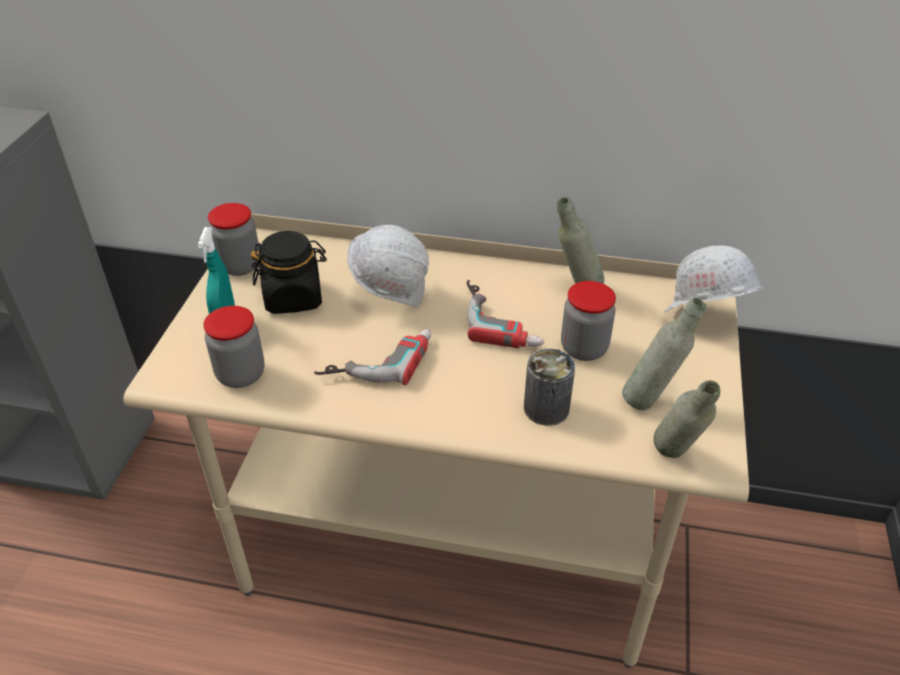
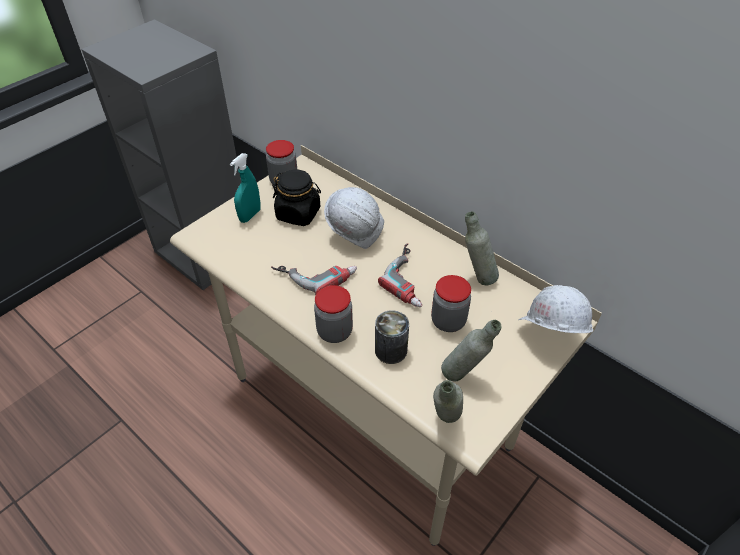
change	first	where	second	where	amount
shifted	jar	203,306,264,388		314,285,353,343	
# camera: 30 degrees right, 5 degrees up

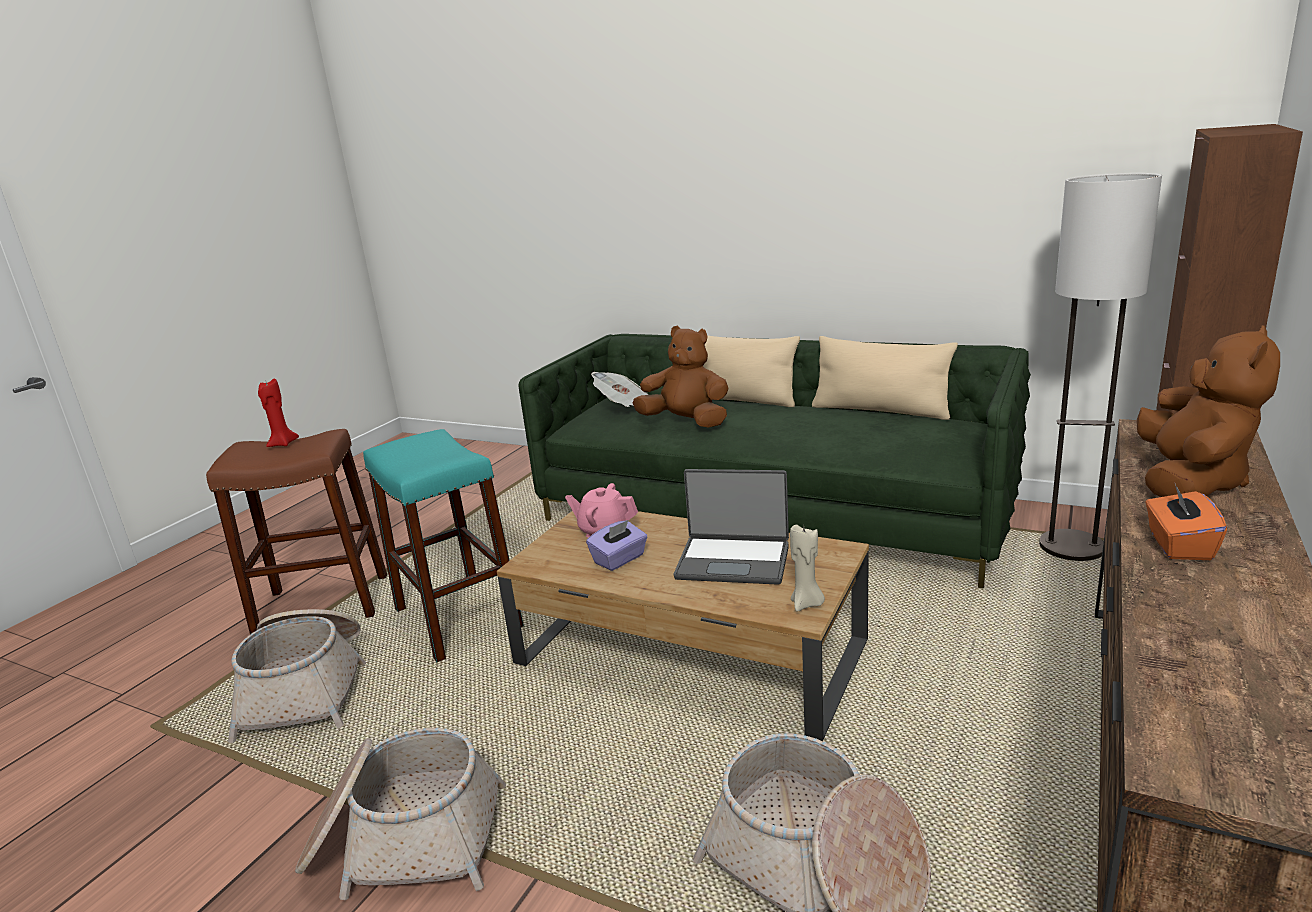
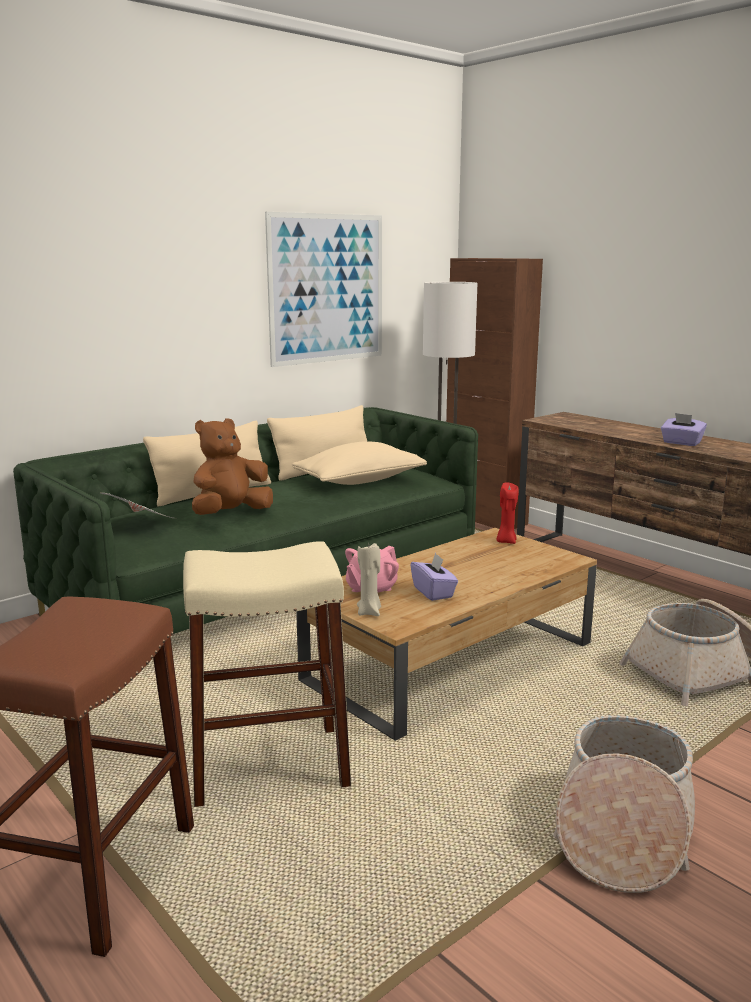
change	first	where	second	where	amount
repainted	turquoise stool	363,429,524,662	beige stool	183,541,351,807	
new			picture	265,212,382,367	
new			beige pillow	292,441,427,485	
shifted	beige candle	790,525,825,611		357,543,381,616	
shifted	red candle	258,379,299,447		496,482,519,544	
repainted	orange tissue box	1145,482,1227,560	purple tissue box	661,413,707,446	
gone	basket	228,609,366,743			
gone	laptop	674,469,789,585			
gone	brown plush toy	1137,325,1280,497			
# camera: 70 degrees left, 5 degrees down

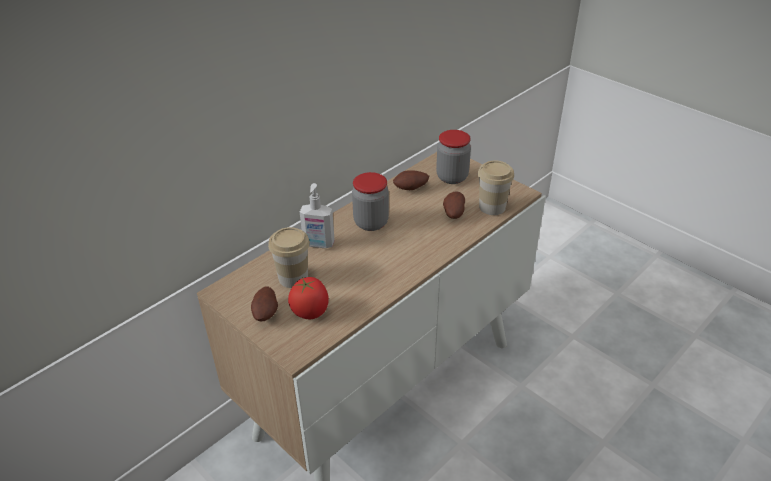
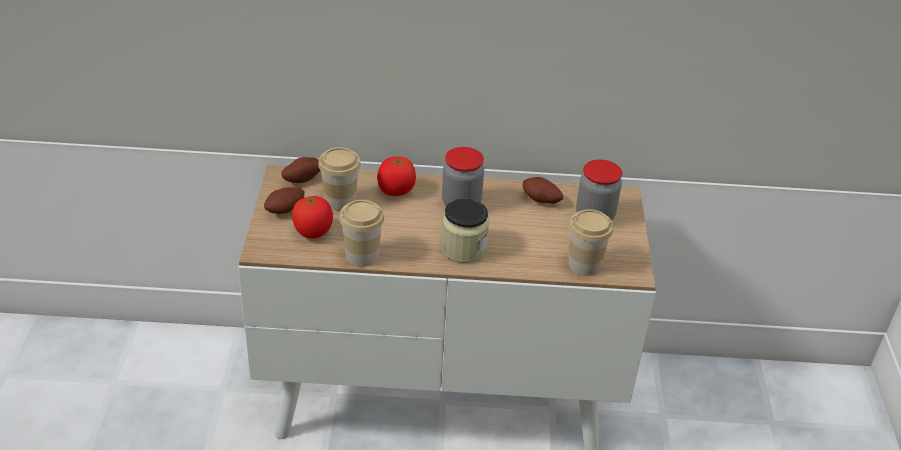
change	first	where	second	where	amount
shifted	potato	443,191,465,219		281,157,320,183	
new			cup	339,200,384,267	
swapped	soap dispenser	300,183,335,248	tomato	377,156,416,196	
new			jar	441,199,489,263	
# camera: 45 degrees right, 0 degrees up

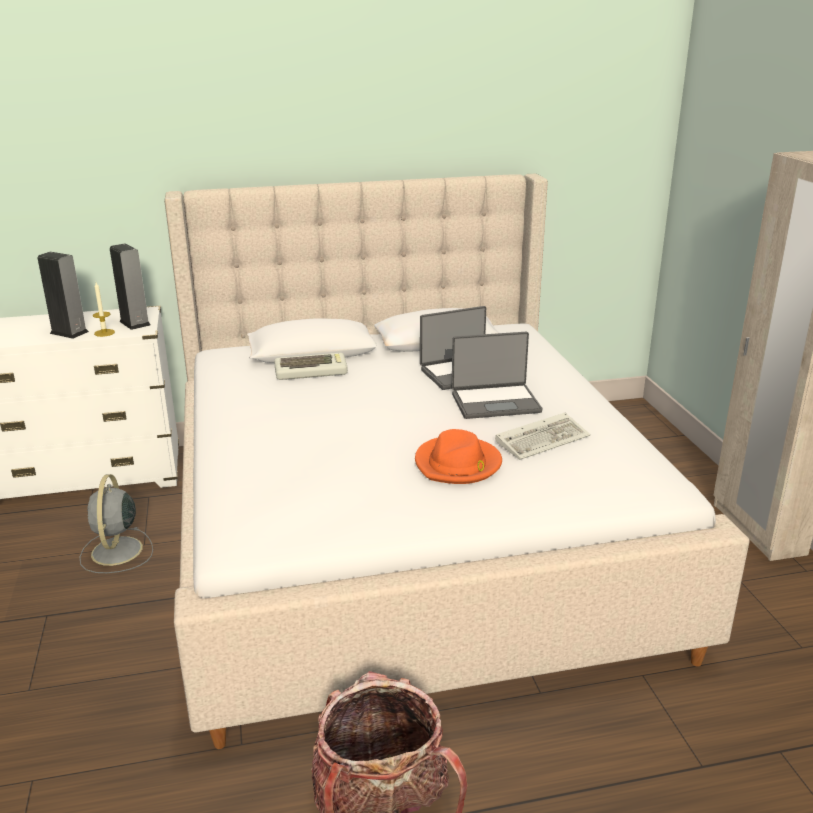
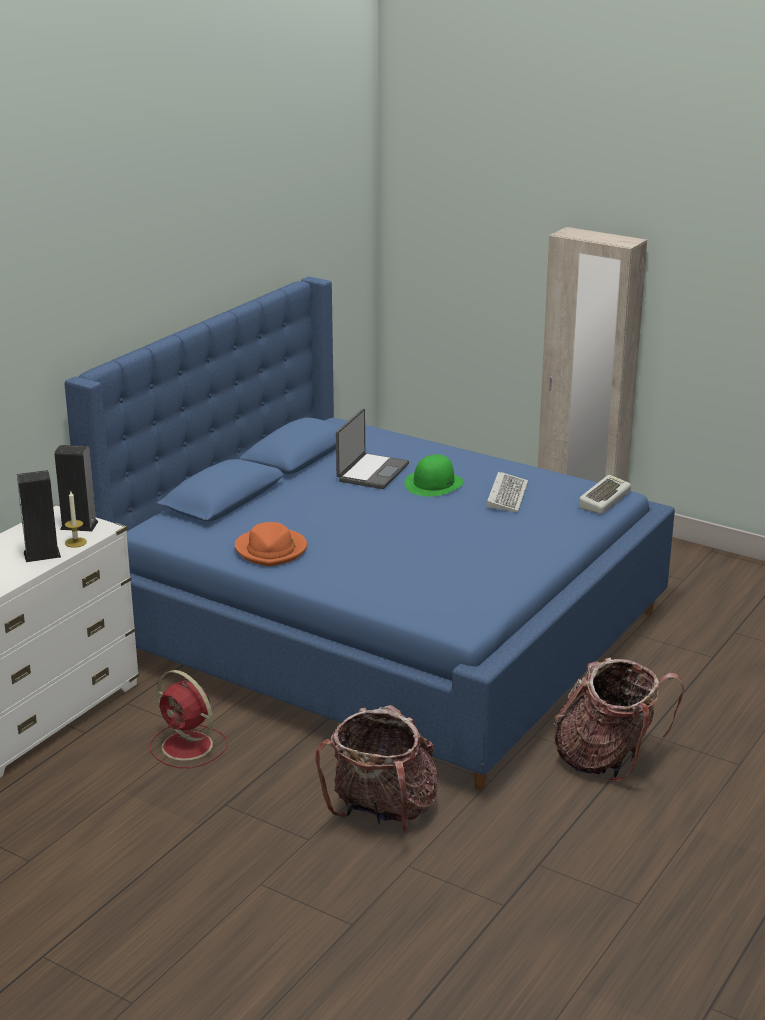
change	first	where	second	where	amount
repainted	beige bed	164,173,750,749	blue bed	65,277,675,791	
repainted	grey fan	80,474,153,573	red fan	150,670,228,768	
shifted	orange hat	415,429,502,484		235,522,307,566	
new			backpack	315,705,438,834	
swapped	laptop	452,332,543,419	green hat	404,454,464,497	
shifted	keyboard	274,353,348,380		579,475,631,514	
# camera: 45 degrees left, 0 degrees up

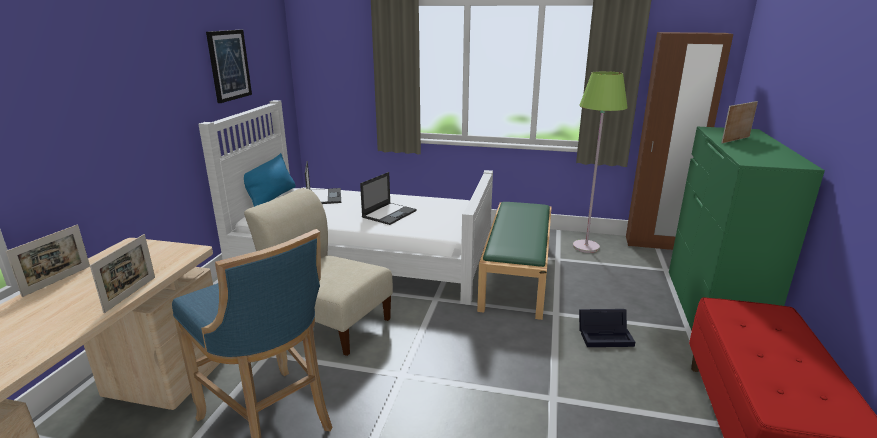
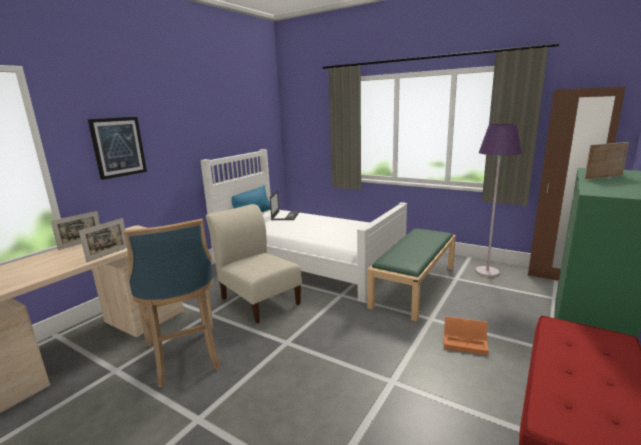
change	first	where	second	where	amount
shifted	picture	206,30,252,103		88,117,147,180	
repainted	black storage box	579,309,635,347	orange storage box	444,316,488,355	
repainted	green floor lamp	573,71,628,253	purple floor lamp	475,124,521,277	
gone	laptop	360,172,416,225			
# camera: 20 degrees right, 5 degrees down

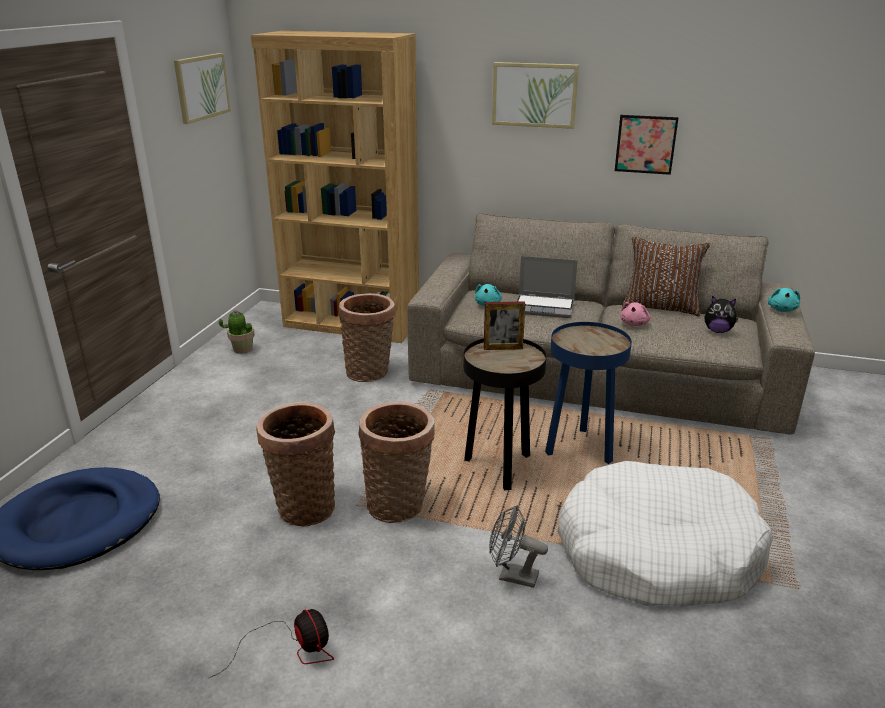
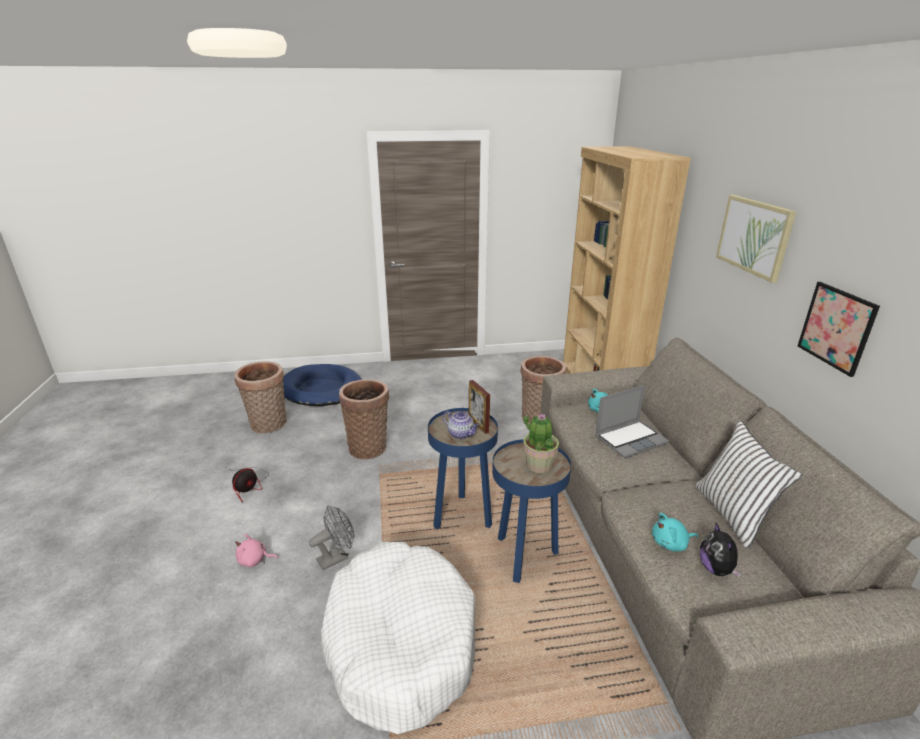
change	first	where	second	where	amount
shifted	basket	358,401,435,523		234,361,287,433	
shifted	pink plush toy	621,302,651,326		235,534,278,567	
rotated	grey fan	489,505,548,588		309,506,355,570	60 degrees clockwise
repainted	black side table	464,338,546,490	blue side table	428,408,498,530	
new			teapot	443,411,480,439	
shifted	potted plant	219,309,255,354		523,414,559,473	
rotated	laptop	516,256,578,318		595,385,669,458	105 degrees counterclockwise
shifted	turquoise plush toy	768,288,800,312		652,513,698,551	
repainted	brown pillow	622,237,710,316	white pillow	695,420,803,550	
gone	picture	174,53,231,124			
# camera: 65 degrees right, 0 degrees up

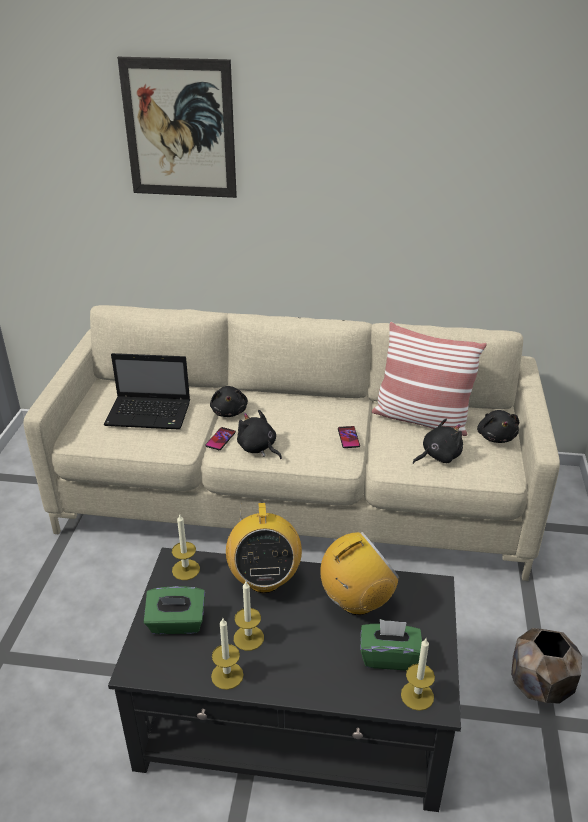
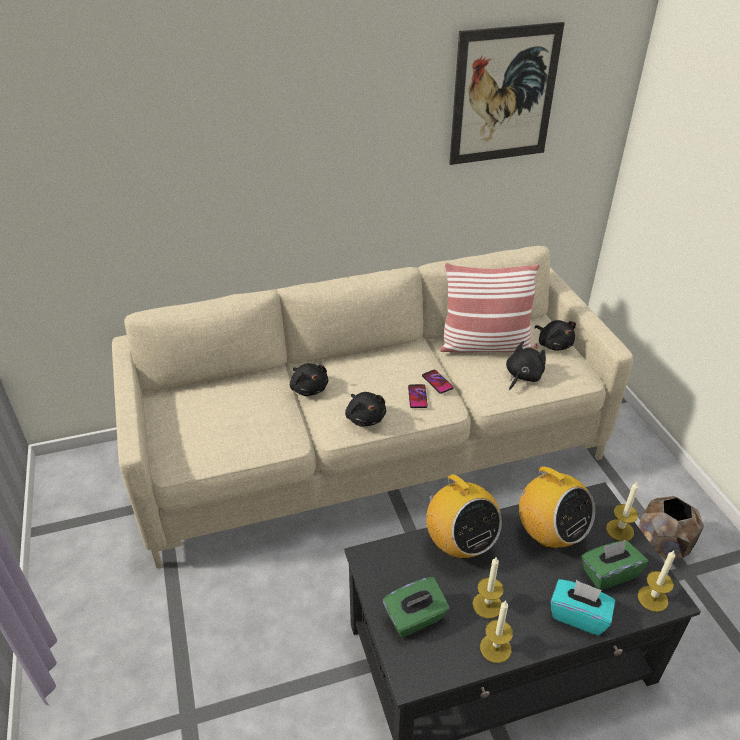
change	first	where	second	where	amount
rotated	black plush toy	237,410,282,459		345,392,386,426	135 degrees counterclockwise
shifted	phone	205,427,236,450		408,384,428,408	
shifted	picture	117,57,237,198		449,22,565,165	
rotated	radio	320,532,399,615		517,466,595,549	105 degrees clockwise
new			turquoise tissue box	551,579,615,635	
shifted	candle	172,515,200,580		606,482,639,541	
gone	laptop	104,353,190,430			
# camera: 25 degrees left, 5 degrees up

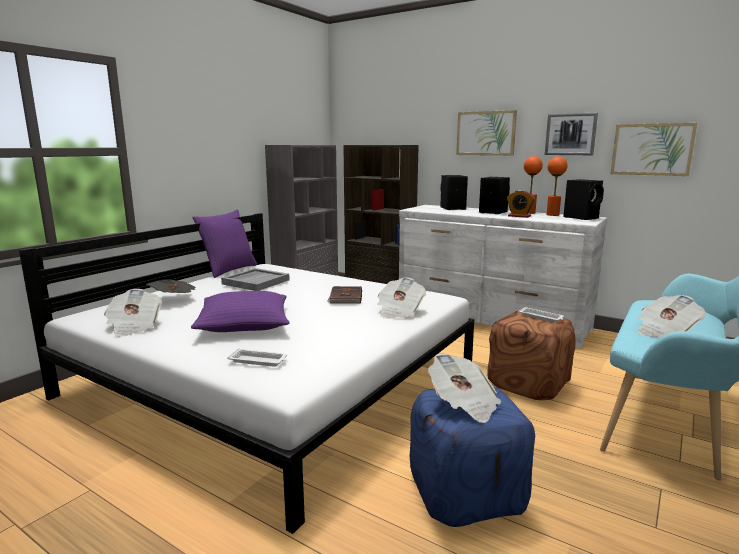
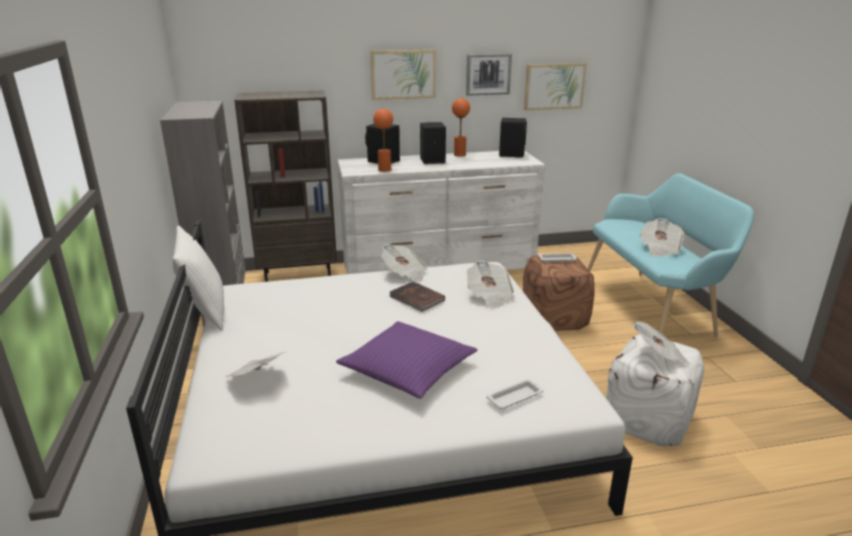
change	first	where	second	where	amount
repainted	purple pillow	192,209,257,278	white pillow	173,225,224,331	
shifted	orange table lamp	547,156,567,216		373,109,393,172	
shifted	newspaper	104,289,162,337		381,244,427,282	
repainted	blue ottoman	410,386,535,527	white ottoman	606,334,704,446	
gone	grey tray	221,268,290,291			
gone	alarm clock	507,190,535,218			
# camera: 45 degrees left, 10 degrees up

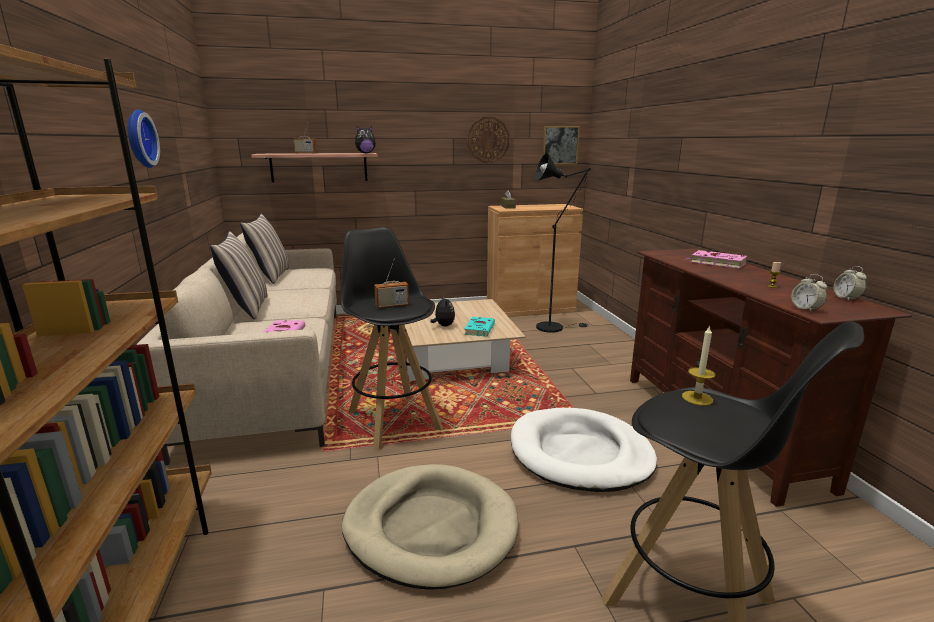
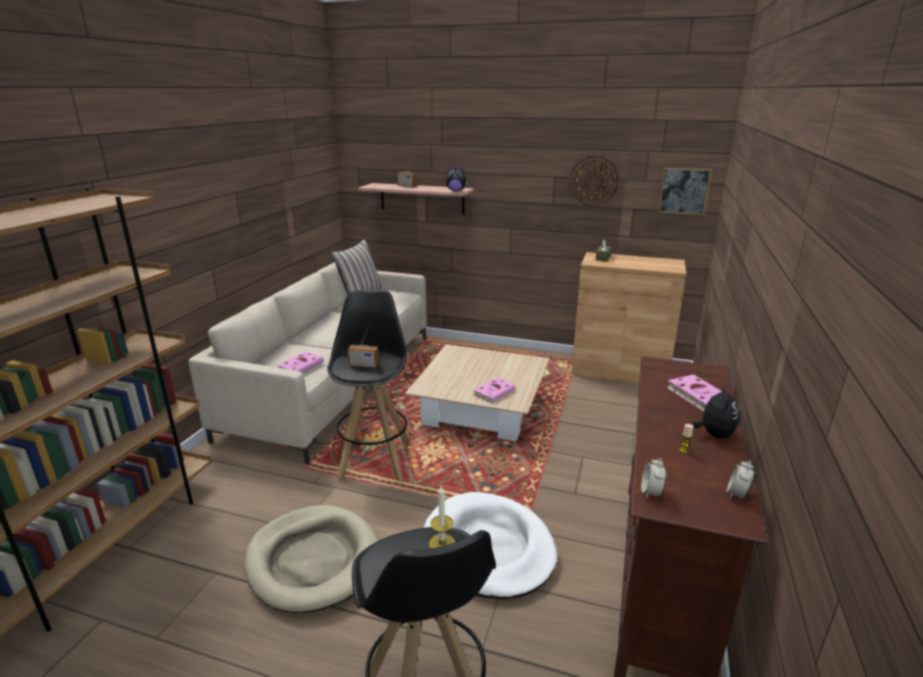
change	first	where	second	where	amount
repainted	turquoise book	464,317,495,337	pink book	474,377,515,403	
shifted	plush toy	430,295,455,326		692,384,739,438	
gone	wall clock	128,109,160,168			
gone	pillow	210,231,268,320			
gone	black floor lamp	535,153,591,333			
# camera: 30 degrees right, 5 degrees up

